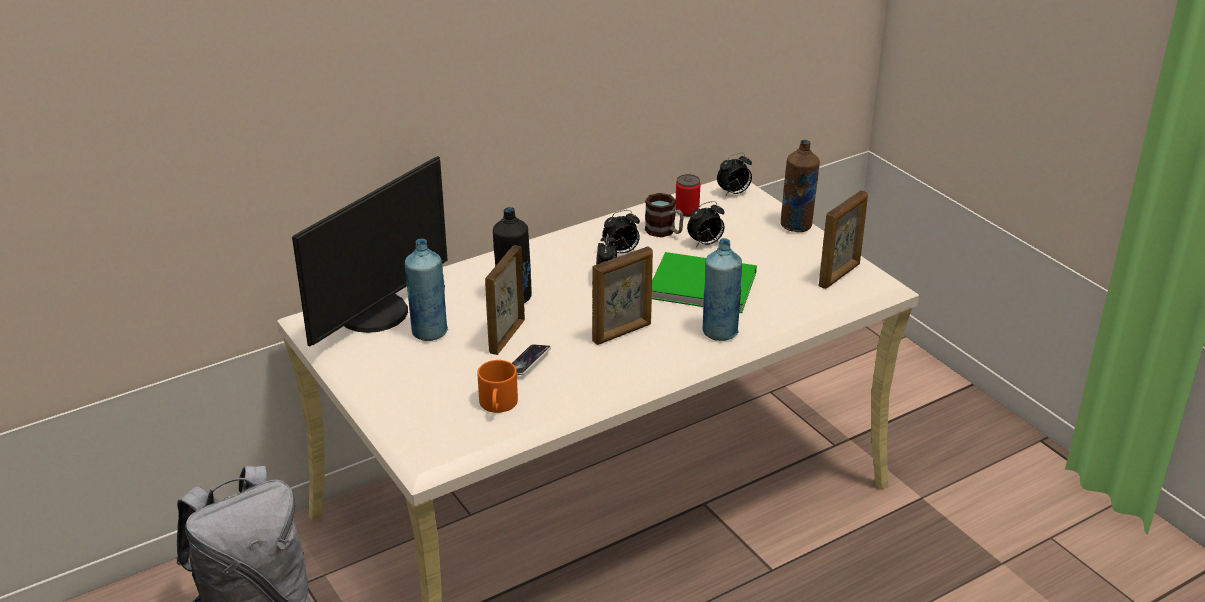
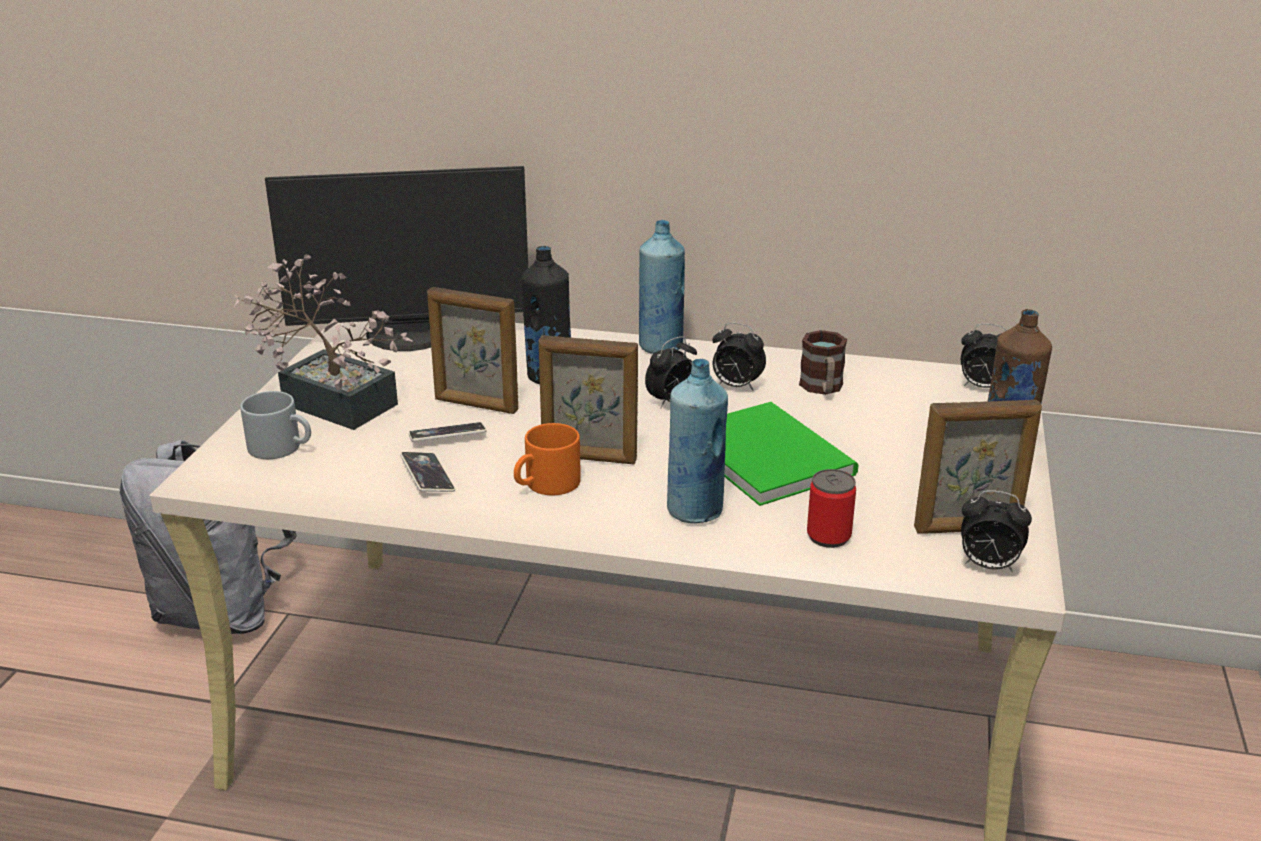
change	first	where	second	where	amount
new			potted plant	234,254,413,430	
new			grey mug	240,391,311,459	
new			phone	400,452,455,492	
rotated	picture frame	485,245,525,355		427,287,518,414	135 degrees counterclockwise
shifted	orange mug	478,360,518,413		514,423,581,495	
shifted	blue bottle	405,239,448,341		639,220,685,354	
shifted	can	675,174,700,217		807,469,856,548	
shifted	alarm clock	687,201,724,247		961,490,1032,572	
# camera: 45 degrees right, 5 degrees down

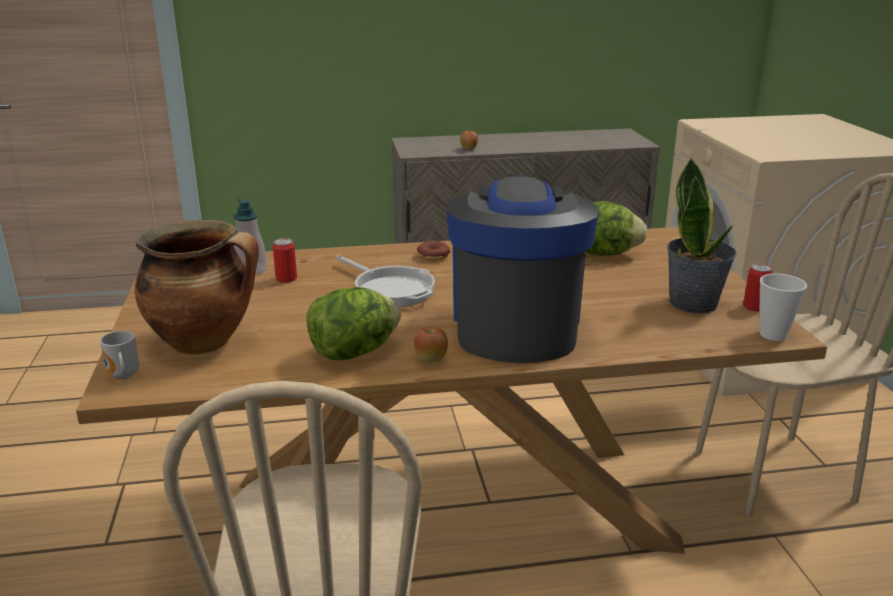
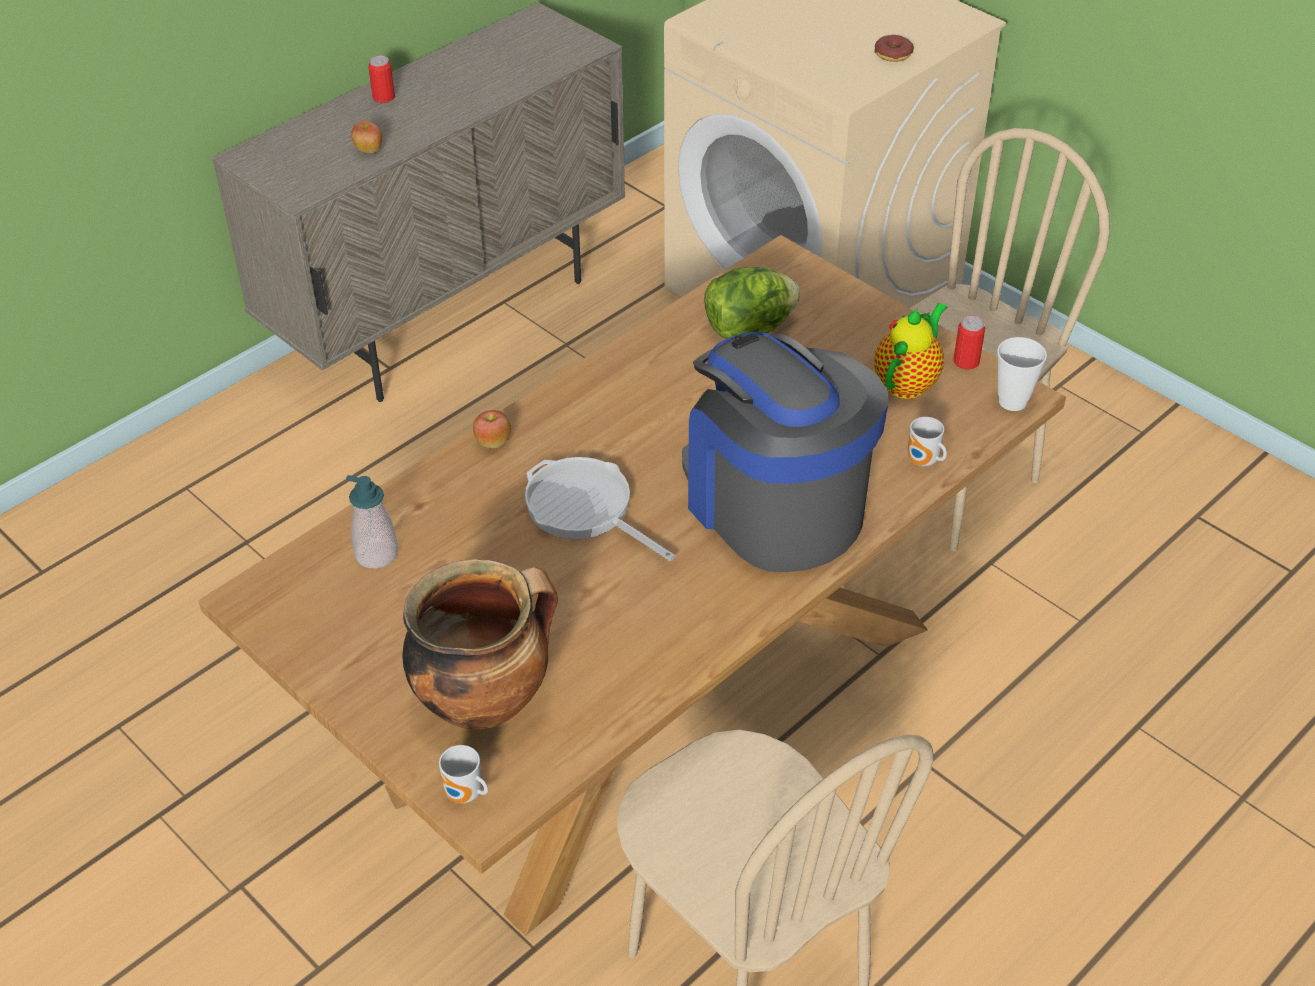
change	first	where	second	where	amount
shifted	can	273,238,297,283		368,55,395,103	
shifted	apple	414,327,448,362		473,410,511,448	
rotated	frying pan	336,255,435,307		525,457,675,561	150 degrees counterclockwise
shifted	donut	417,241,450,261		874,35,914,62	
swapped	potted plant	667,157,737,313	teapot	875,303,947,399	
new			mug	907,417,947,467	
gone	lettuce	306,287,401,361			
# camera: 35 degrees left, 20 degrees up

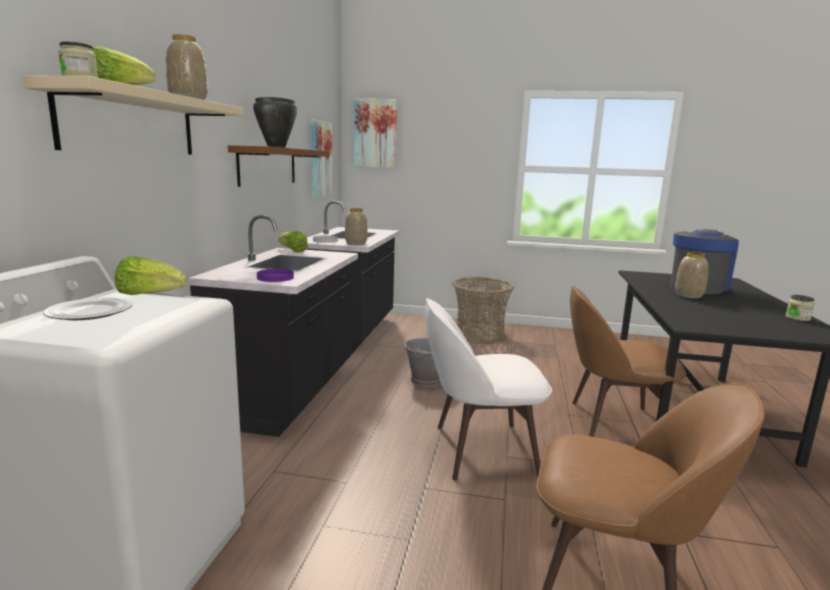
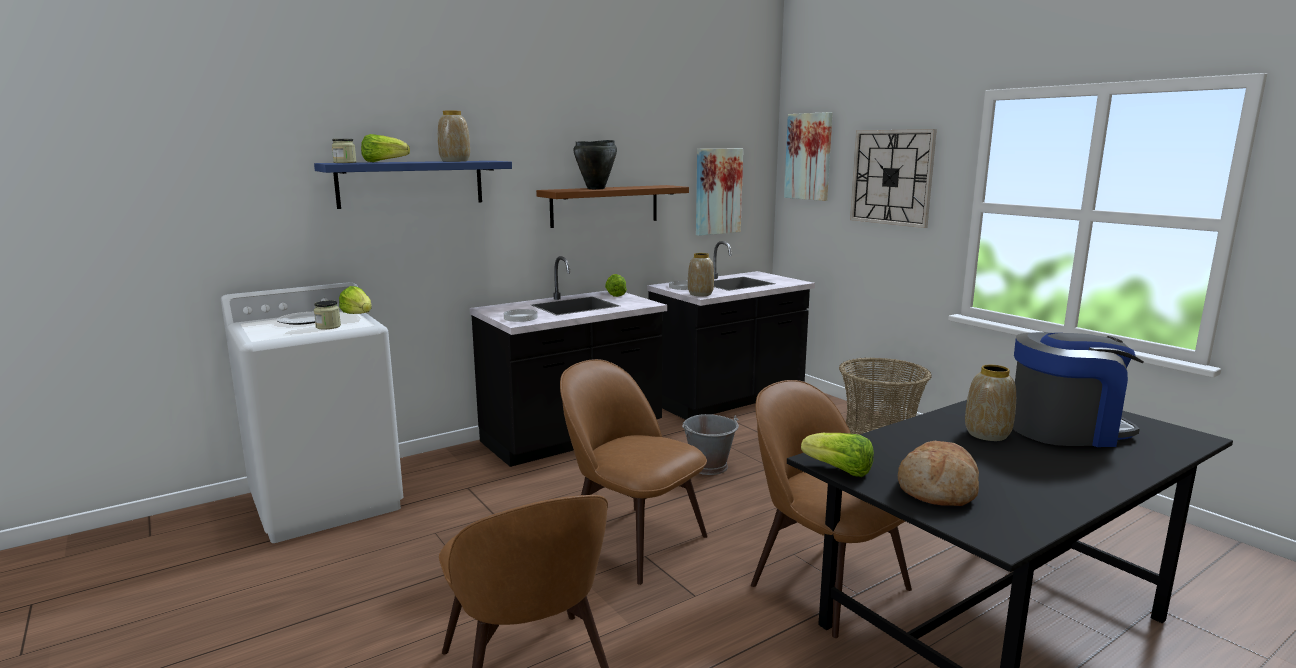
change	first	where	second	where	amount
repainted	beige shelf	22,76,243,155	blue shelf	314,161,512,209	
shifted	jar	785,295,814,321		314,300,341,329	
repainted	purple plate	257,269,294,282	white plate	504,309,538,322	
repainted	white chair	425,298,552,480	brown chair	560,359,708,585	
new			lettuce	801,433,874,477	
new			wall clock	850,129,937,228	
new			bread	898,441,979,506	
# camera: 45 degrees right, 0 degrees up

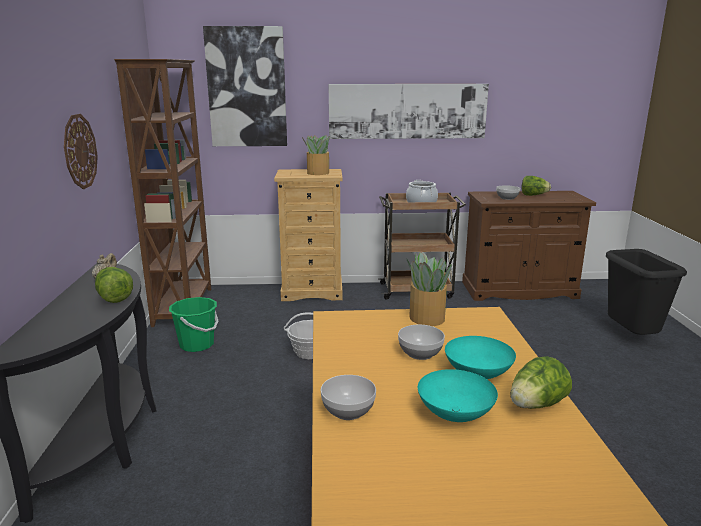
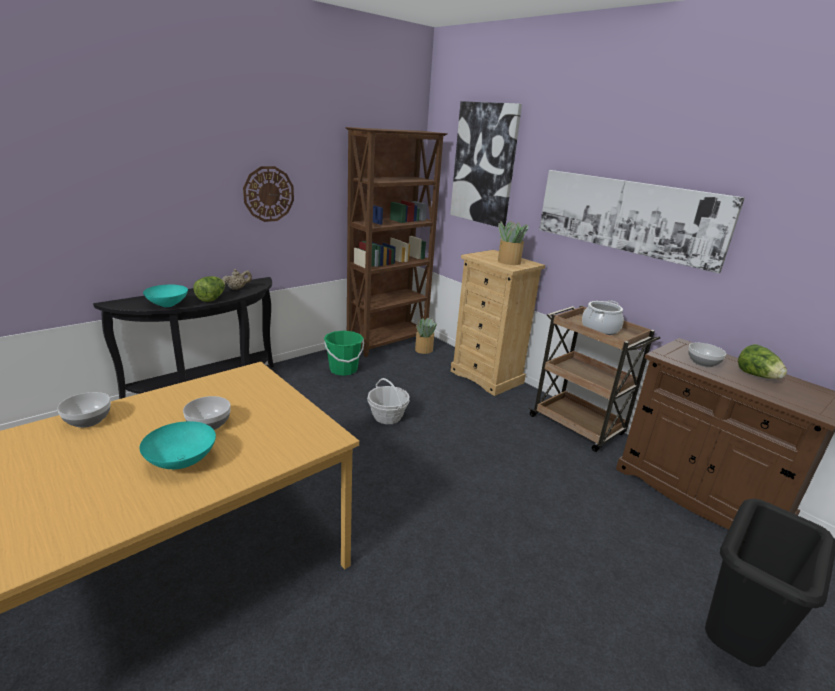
change	first	where	second	where	amount
shifted	turquoise bowl	418,369,498,422		143,285,188,307	
shifted	potted plant	406,252,452,326		415,318,437,354	
gone	lettuce	510,356,572,409			
# camera: 50 degrees right, 5 degrees up

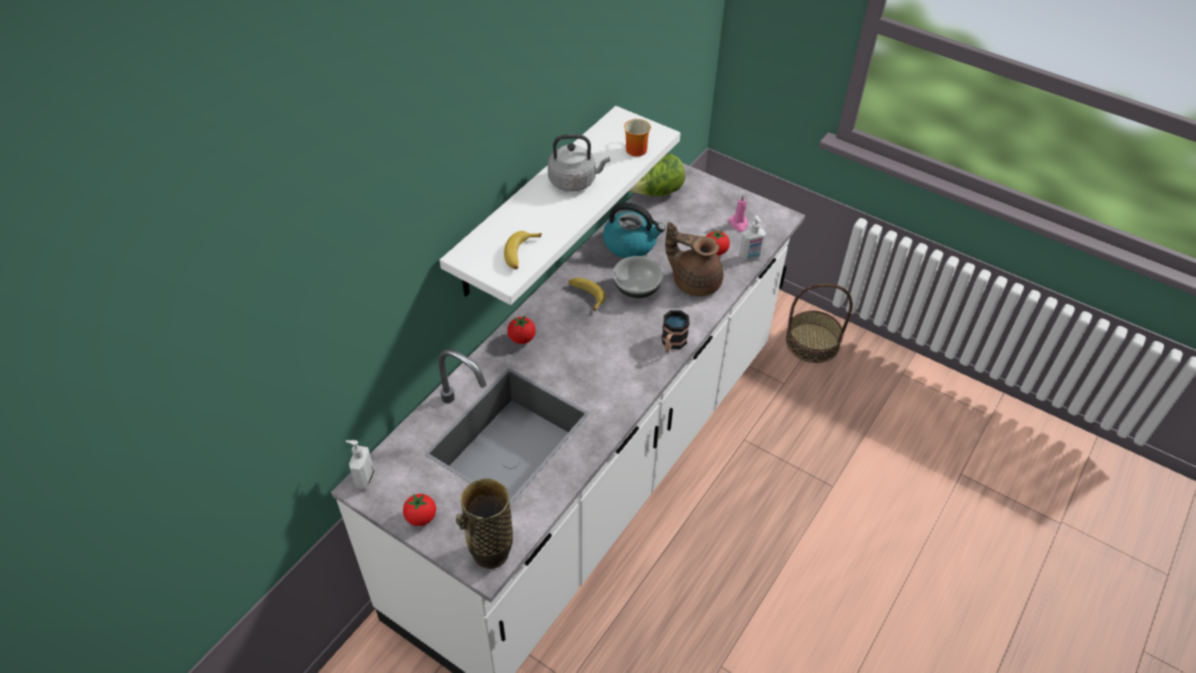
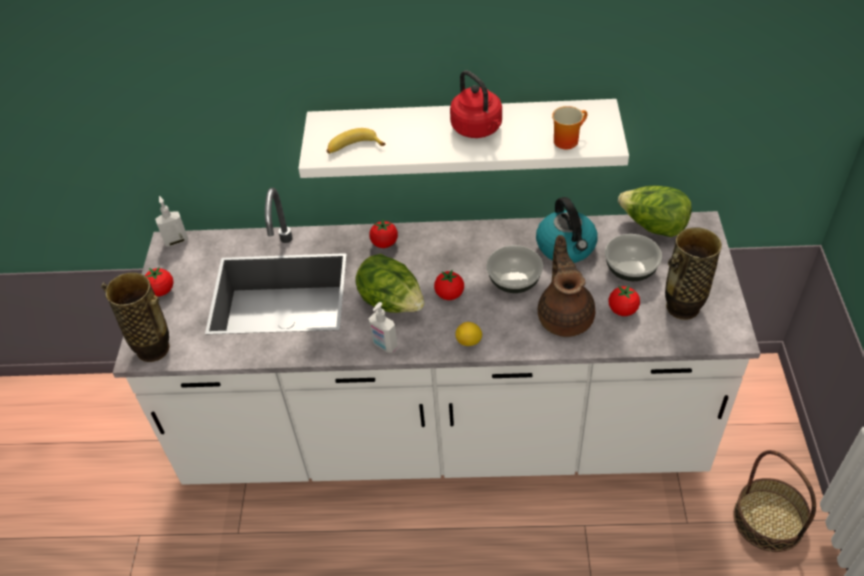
change	first	where	second	where	amount
new			lettuce	356,254,425,313	
shifted	soap dispenser	739,215,766,260		368,302,398,353	
new			tomato	434,270,464,300	
repainted	grey kettle	548,134,610,192	red kettle	450,70,502,138	
swapped	mug	662,310,690,352	lemon	455,322,482,346	
new			bowl	605,234,662,281	
swapped	pink candle	729,196,748,232	vase	665,227,722,320	
gone	banana	568,278,606,311			
# camera: 60 degrees right, 0 degrees up

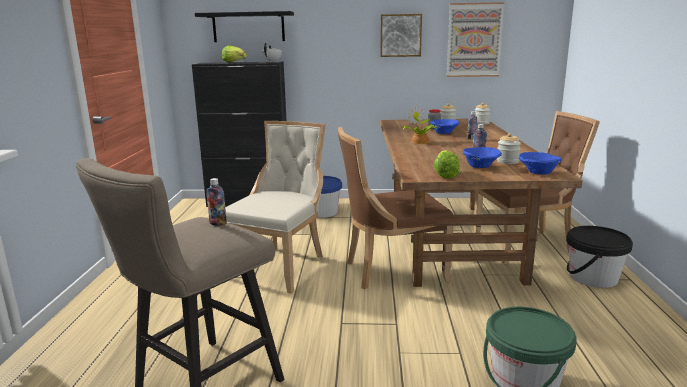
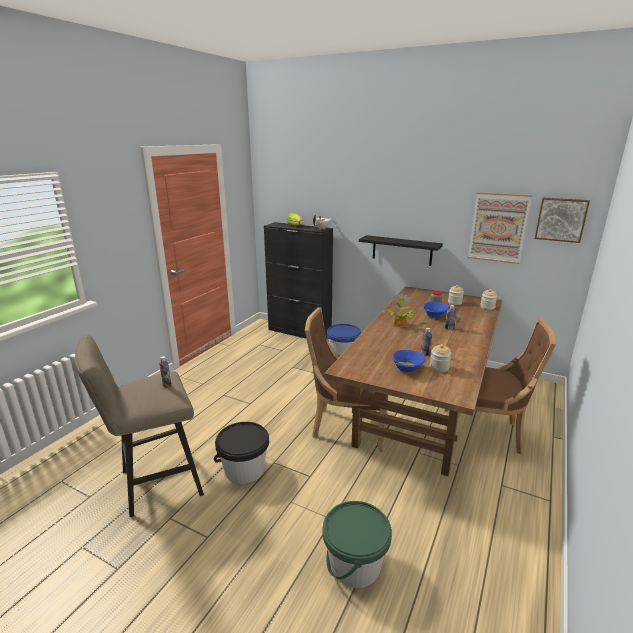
change	first	where	second	where	amount
shifted	black bucket	566,226,633,288		214,422,269,484	
shifted	black shelf	195,11,294,42		359,235,443,266	
shifted	picture	381,14,422,57		535,198,590,243	
gone	beige chair	225,121,326,294			
gone	lettuce	434,150,460,179			
gone	blue bowl	519,152,562,175			
# camera: 25 degrees right, 5 degrees up

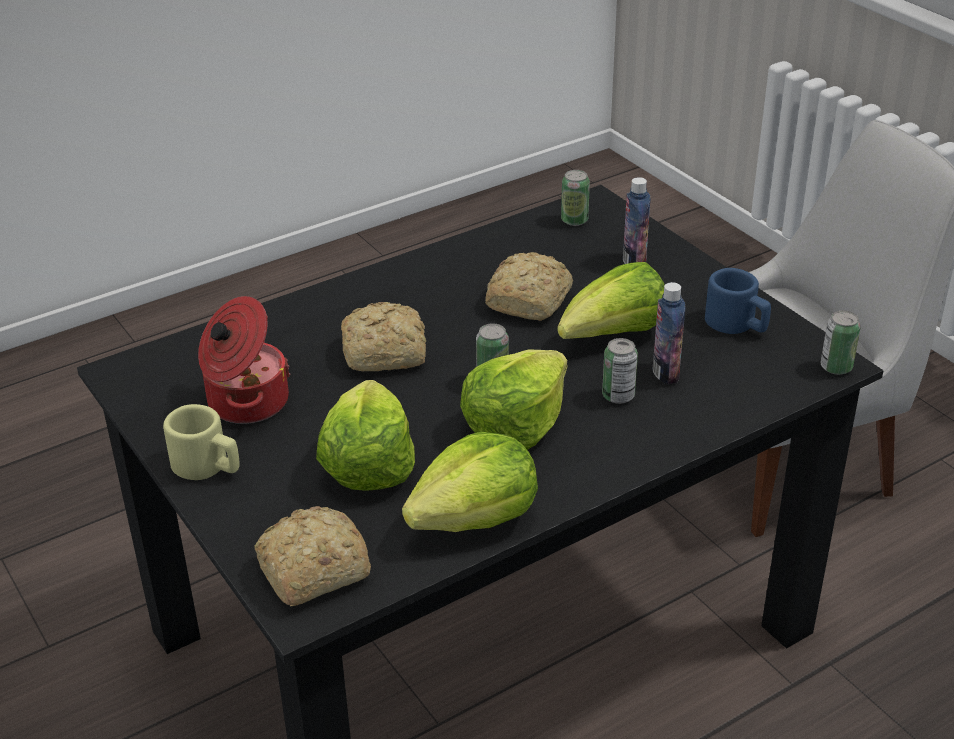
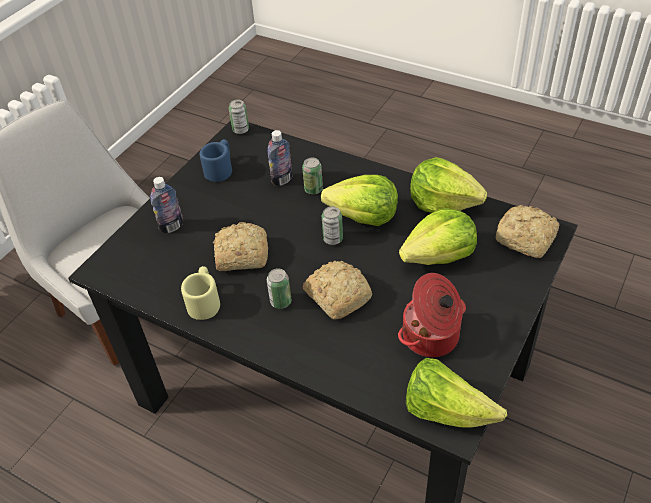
change	first	where	second	where	amount
shifted	beige mug	163,404,239,480		181,266,220,320	
shifted	can	561,170,590,226		267,268,291,309	
shifted	lettuce	557,262,665,339		406,358,507,428	
# camera: 115 degrees left, 10 degrees up

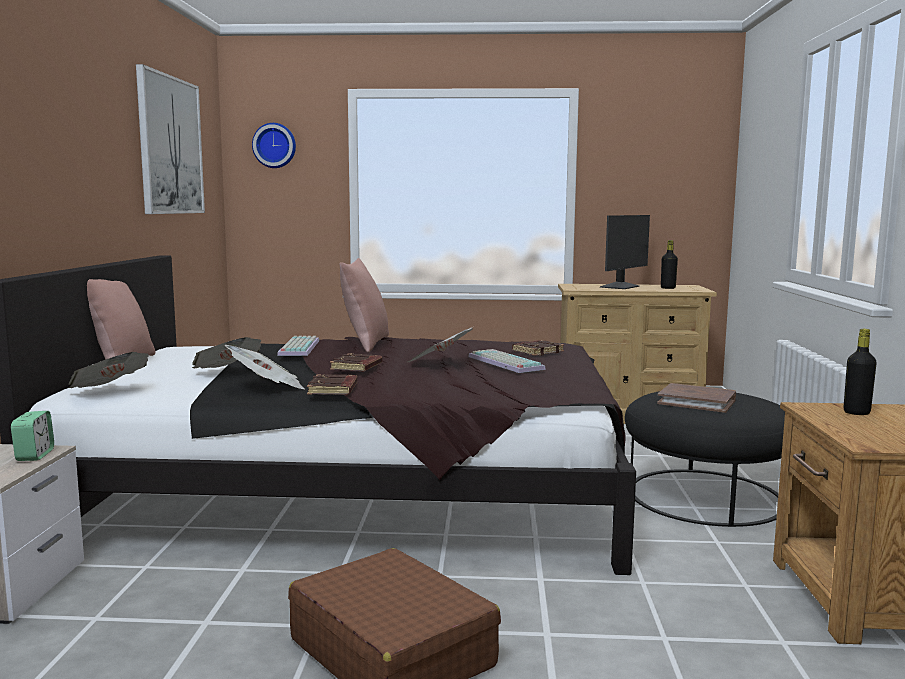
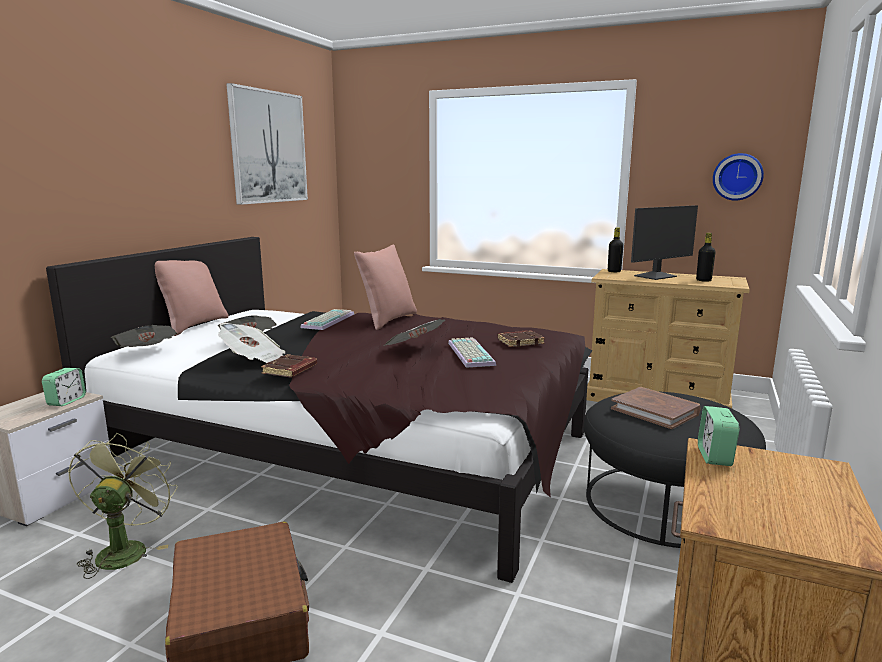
change	first	where	second	where	amount
new			green fan	68,433,178,579	
shifted	black bottle	844,329,877,415		608,228,624,272	
new			alarm clock	698,406,739,466	
shifted	wall clock	252,123,296,168		713,153,764,201	
gone	brown book	330,353,382,372			
# camera: 20 degrees right, 5 degrees up

